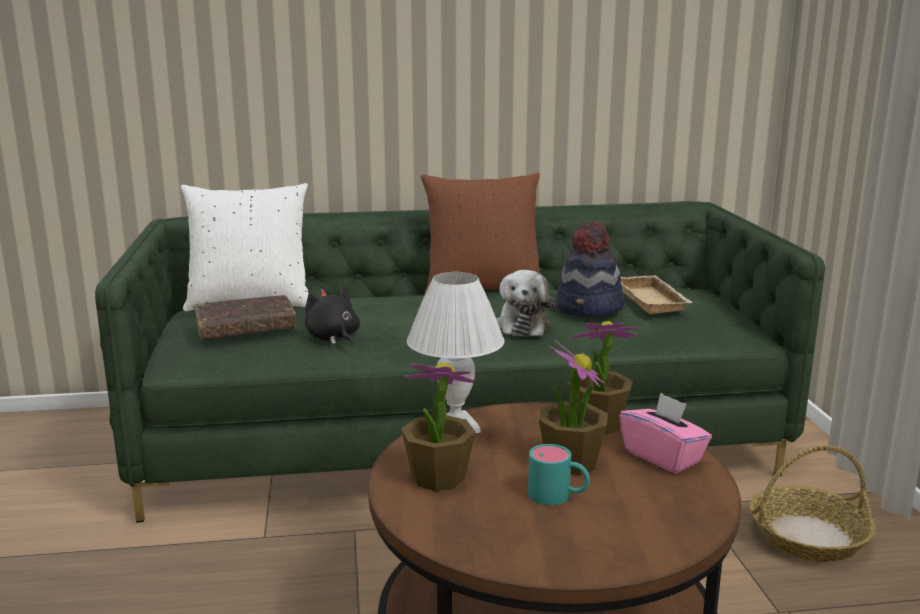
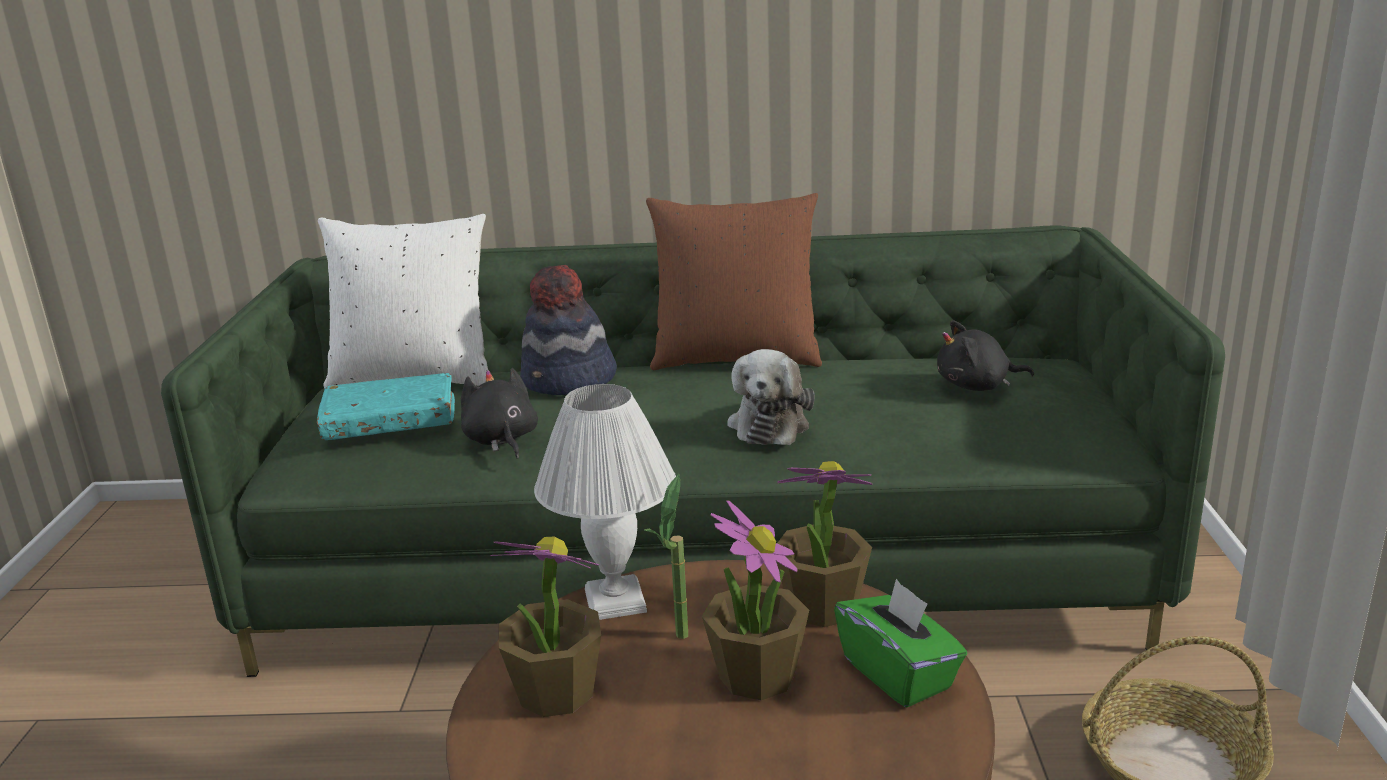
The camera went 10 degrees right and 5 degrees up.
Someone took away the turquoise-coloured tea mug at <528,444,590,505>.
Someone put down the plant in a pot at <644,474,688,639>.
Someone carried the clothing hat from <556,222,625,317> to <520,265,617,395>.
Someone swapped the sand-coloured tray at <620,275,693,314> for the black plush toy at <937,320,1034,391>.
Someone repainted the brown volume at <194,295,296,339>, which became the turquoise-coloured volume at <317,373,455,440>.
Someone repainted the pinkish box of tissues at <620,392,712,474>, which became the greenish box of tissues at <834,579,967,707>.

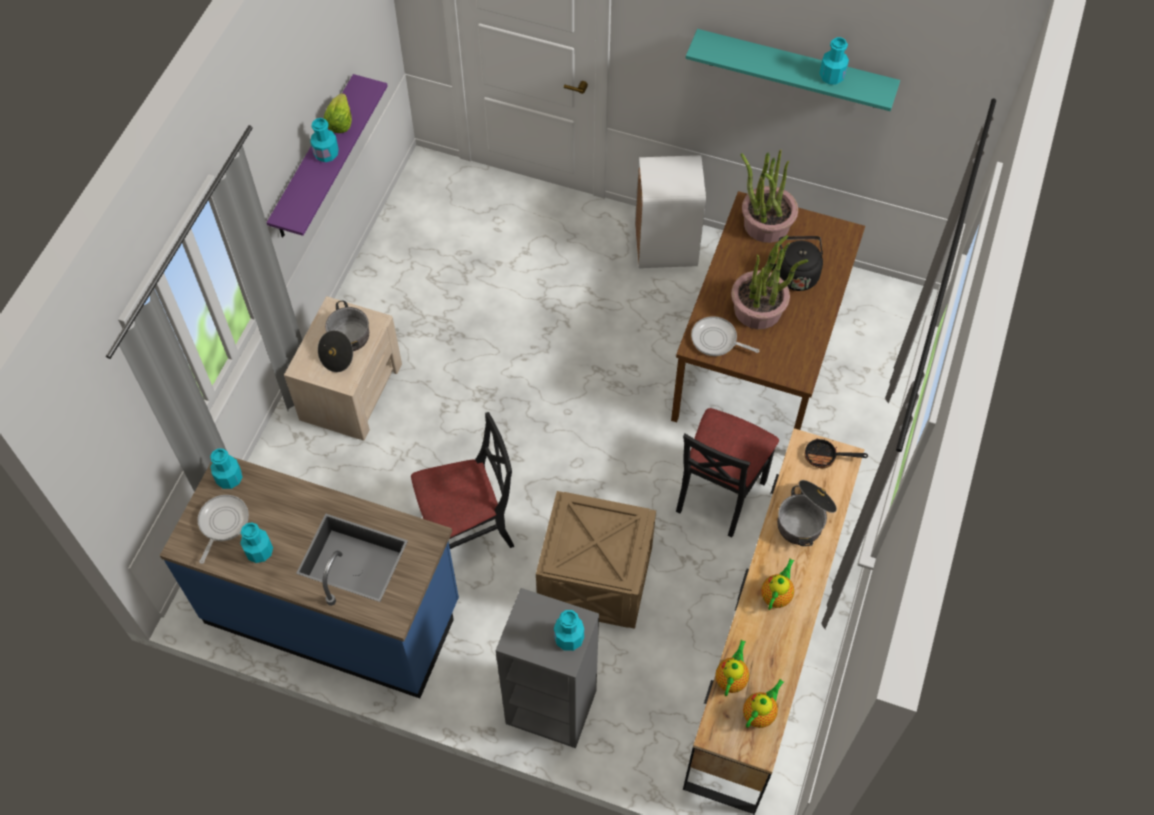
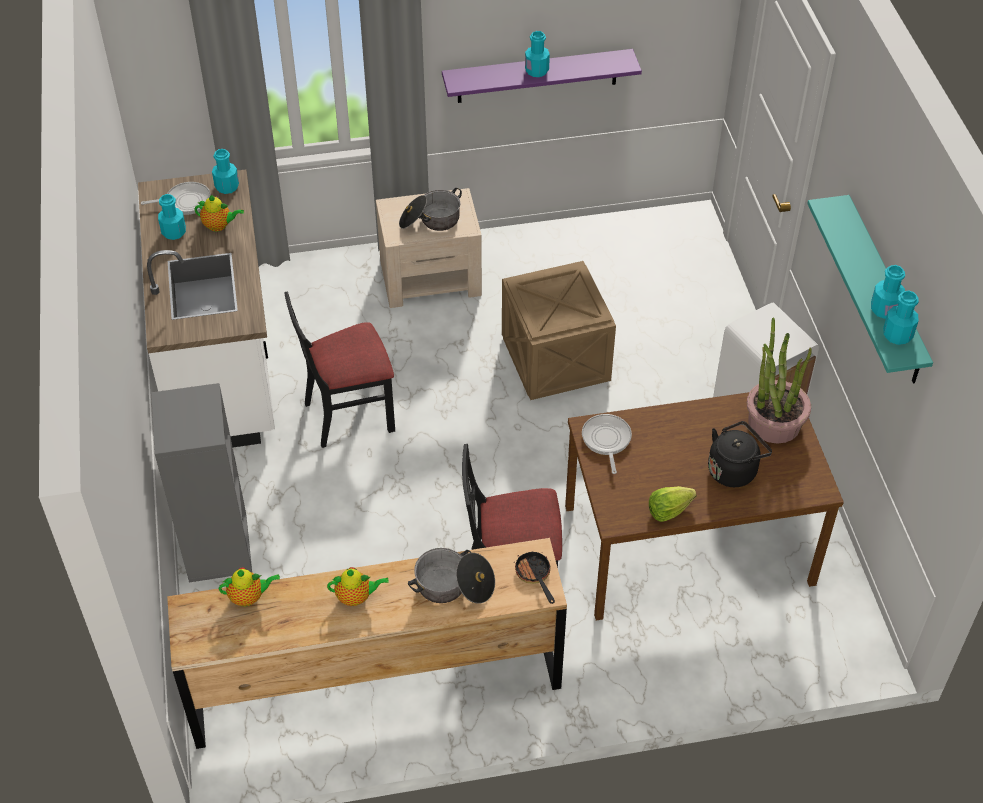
The camera went 60 degrees right and 10 degrees down.
Someone took away the plant in a pot at <731,235,809,329>.
Someone carried the lettuce from <324,93,352,133> to <649,486,696,522>.
Someone carried the packing crate from <536,491,656,629> to <502,261,616,400>.
Someone carried the turquoise-coloured bottle from <554,610,584,651> to <883,291,919,345>.
Someone carried the tea pot from <743,679,784,728> to <194,195,244,232>.
Someone repainted the blue-coloured counter at <160,457,459,698>, which became the white-coloured counter at <138,170,275,447>.
Someone rotated the black plain chair at <411,412,514,549> by 120 degrees clockwise.

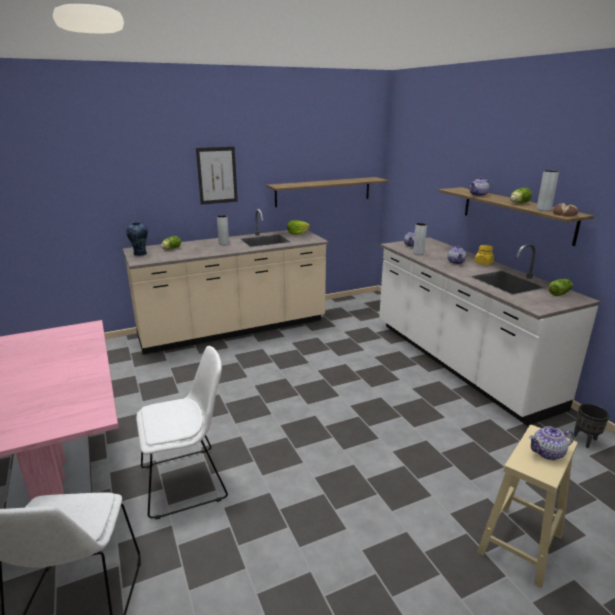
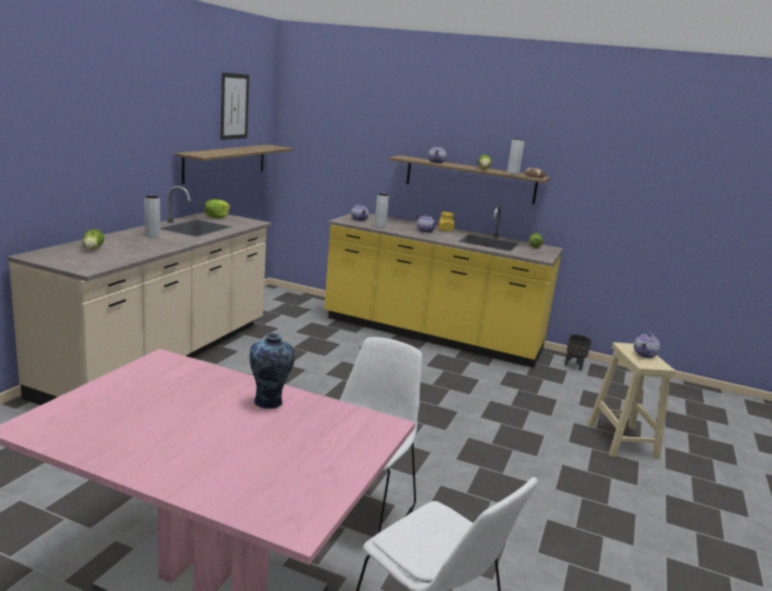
The camera went 45 degrees left and 5 degrees down.
Someone carried the flower vase from <126,221,148,256> to <250,333,294,408>.
Someone carried the wall art from <196,147,238,205> to <221,73,249,140>.
Someone repainted the white-coloured counter at <379,237,601,426>, which became the yellow counter at <324,205,564,368>.

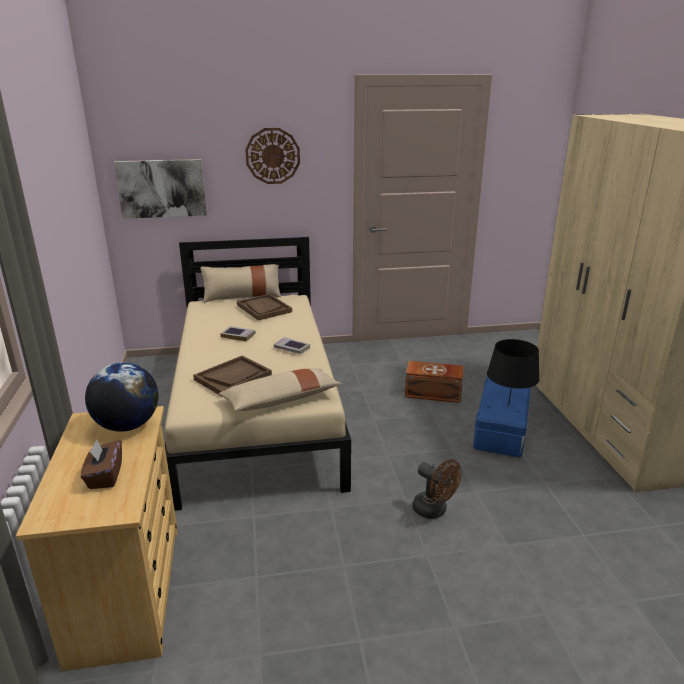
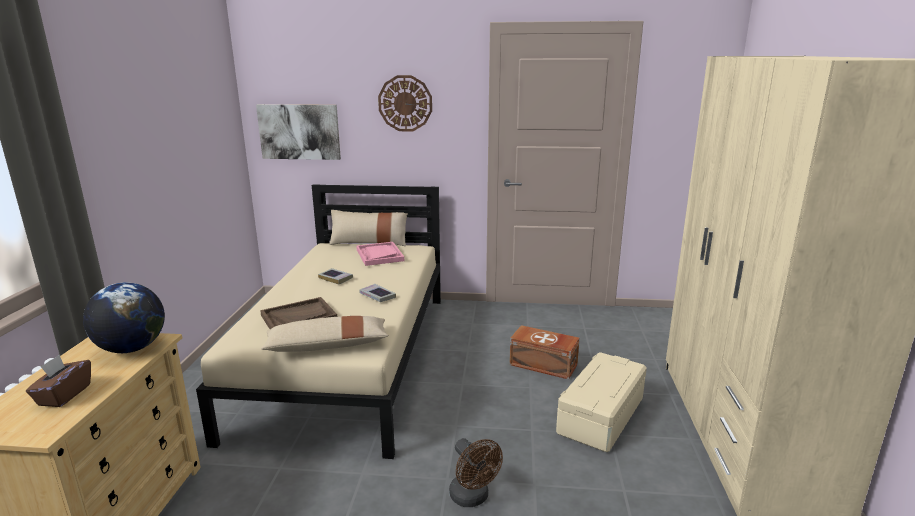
The camera went 15 degrees right and 5 degrees down.
Someone took away the black lamp for a table at <487,339,540,404>.
Someone repainted the brown tray at <237,294,292,320>, which became the pinkish tray at <356,242,404,266>.
Someone repainted the blue-coloured storage box at <473,377,531,457>, which became the sand-coloured storage box at <556,352,647,452>.

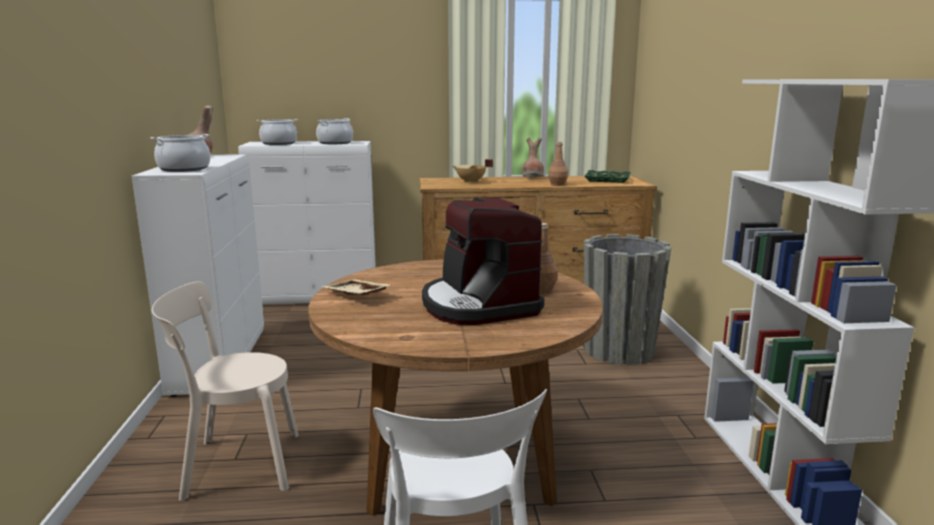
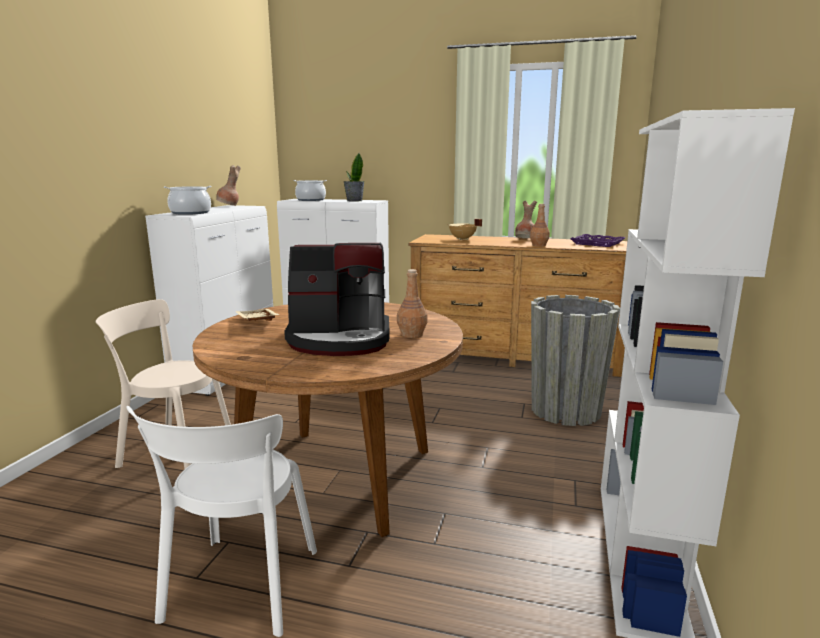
The camera went 20 degrees right and 0 degrees up.
Someone swapped the saucepot at <316,118,353,144> for the plant in a pot at <343,153,365,202>.
Someone repainted the greenish tray at <584,170,631,183>, which became the purple tray at <570,234,625,247>.
Someone rotated the coffee machine at <422,197,544,325> by 90 degrees counterclockwise.

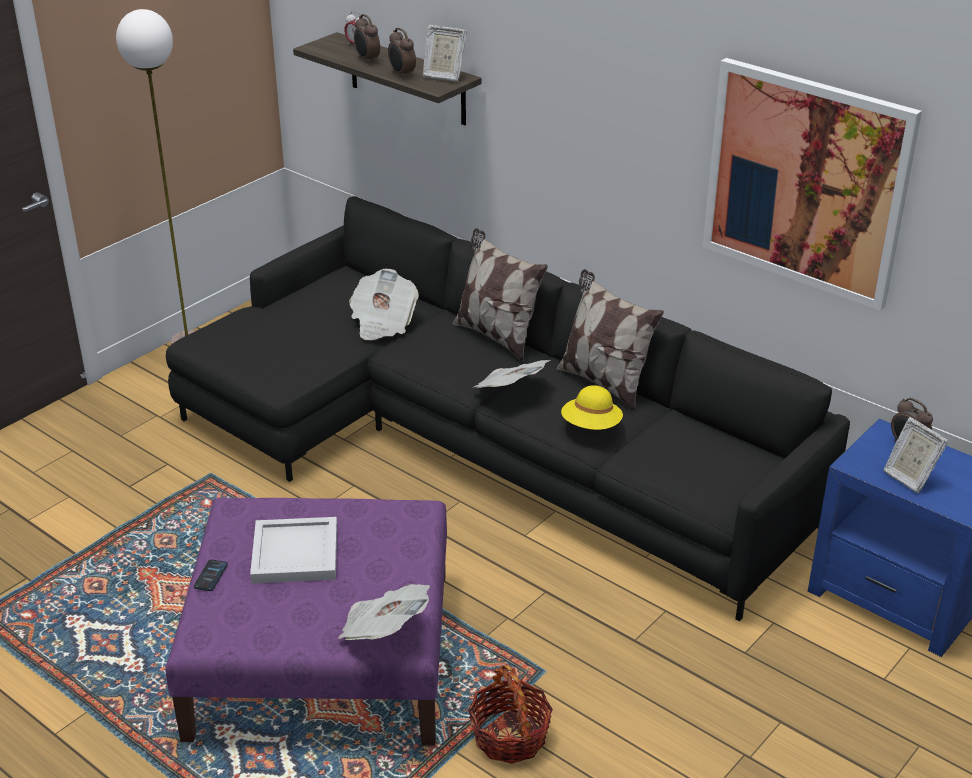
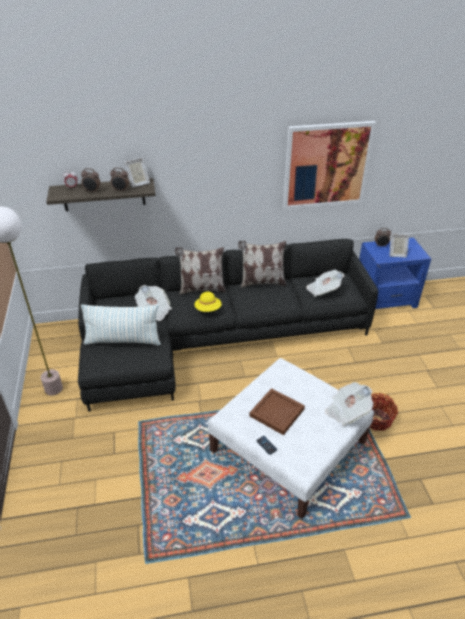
The camera went 50 degrees left and 5 degrees up.
Someone put down the pillow at <81,304,161,346>.
Someone carried the newspaper from <474,360,551,388> to <306,270,344,297>.
Someone carried the yellow clothing hat from <561,385,623,430> to <194,292,222,312>.
Someone repainted the purple pouffe at <165,498,447,745>, which became the white-coloured pouffe at <208,358,374,519>.
Someone repainted the white-coloured tray at <250,517,337,584>, which became the brown tray at <249,388,305,435>.

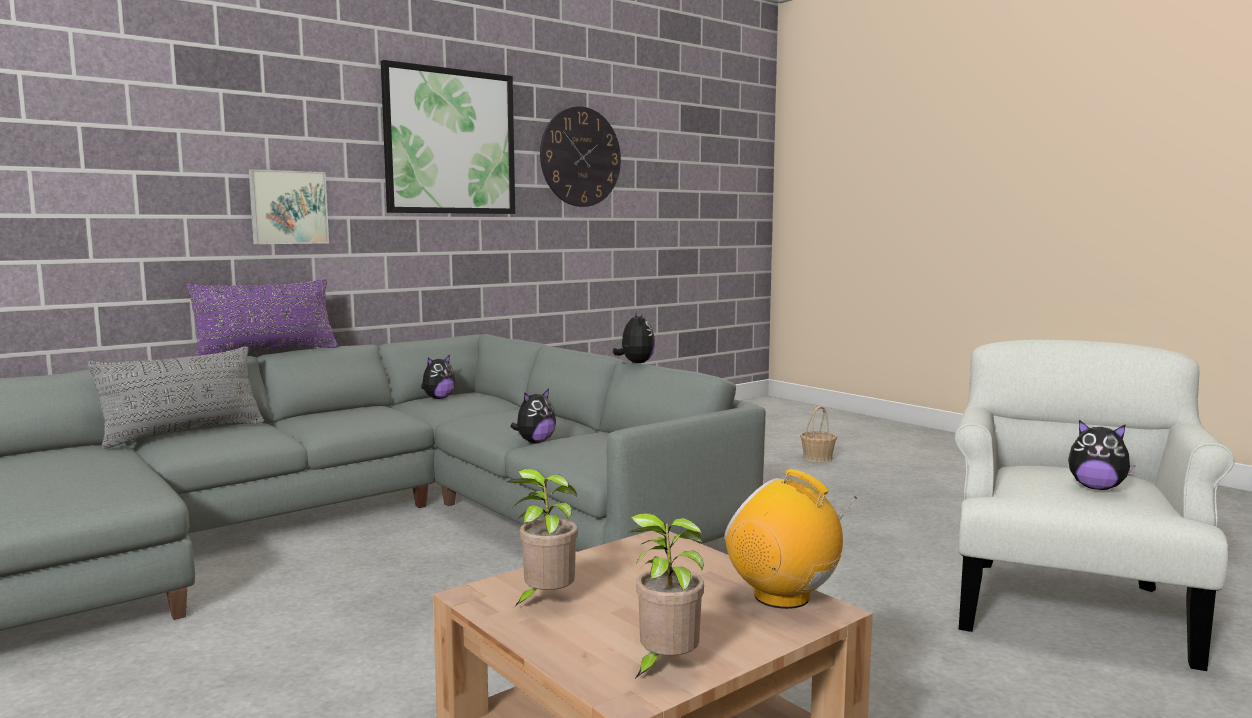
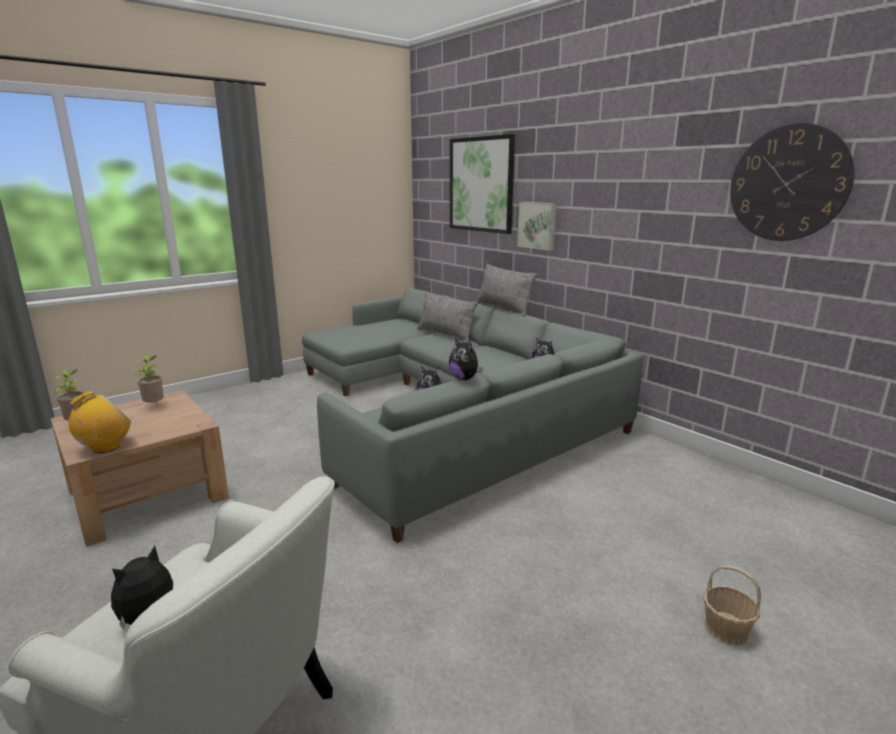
The camera went 90 degrees right and 10 degrees up.
Someone carried the wall art from <381,60,515,214> to <450,134,515,234>.
Someone repainted the purple pillow at <186,279,338,356>, which became the gray pillow at <475,264,538,316>.
Someone rotated the plush toy at <613,312,655,363> by 60 degrees clockwise.

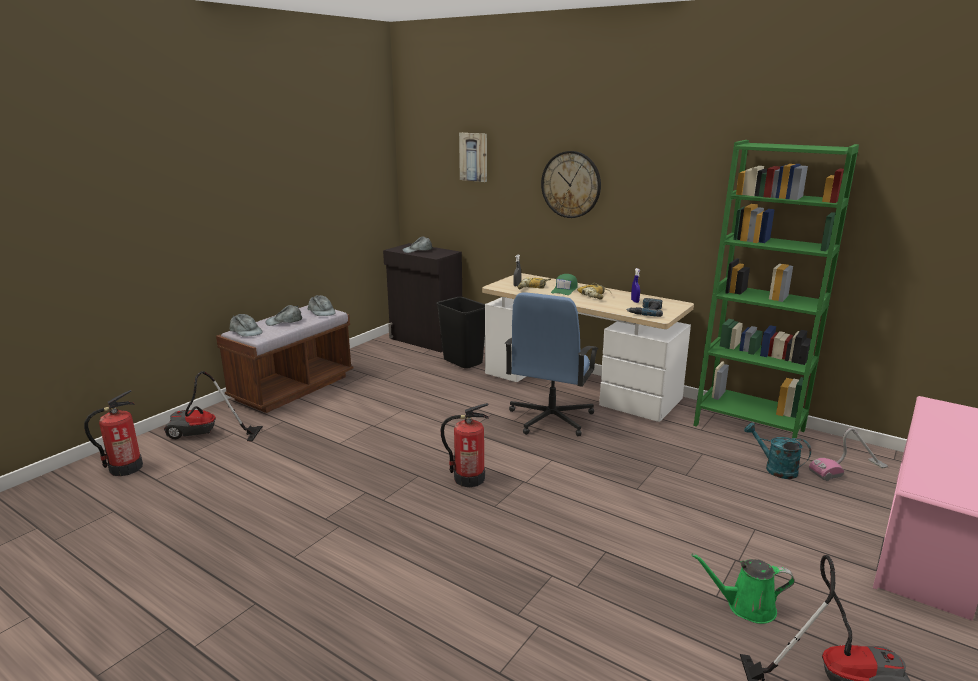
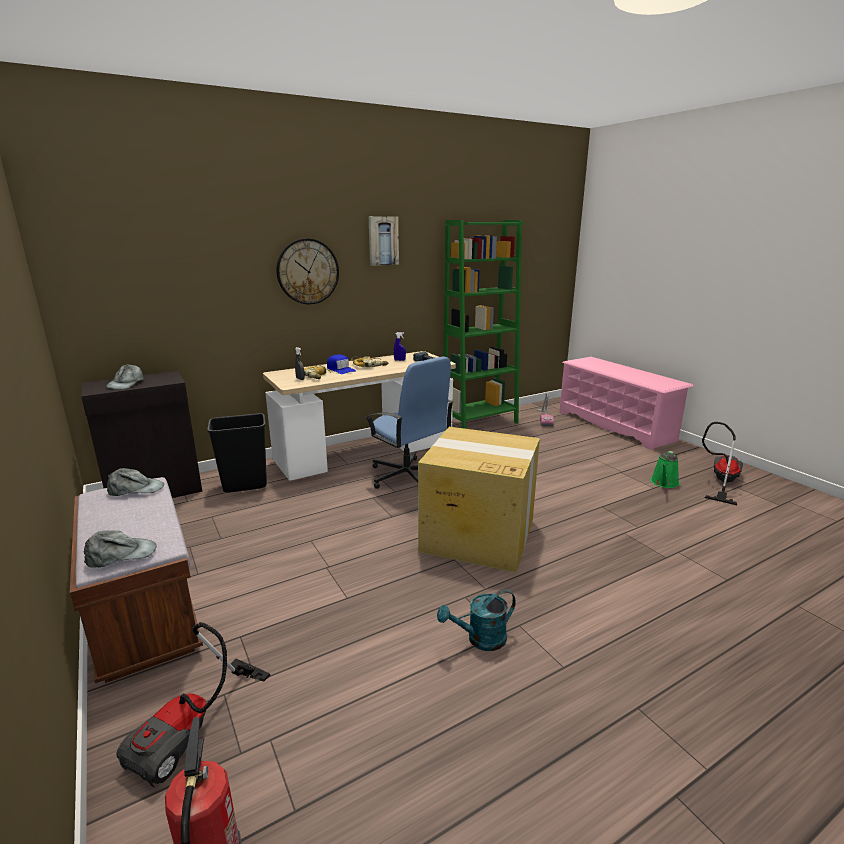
The camera went 65 degrees left and 0 degrees up.
Someone took away the gray peaked cap at <266,305,302,326>.
Someone carried the wall art from <459,133,487,182> to <368,216,399,266>.
Someone carried the turquoise-coloured watering can from <744,423,811,479> to <437,590,516,651>.
Someone swapped the extinguisher at <440,403,489,487> for the cardboard box at <418,427,540,572>.
Someone repainted the greenish peaked cap at <551,274,577,295>, which became the blue-coloured peaked cap at <327,355,356,374>.

